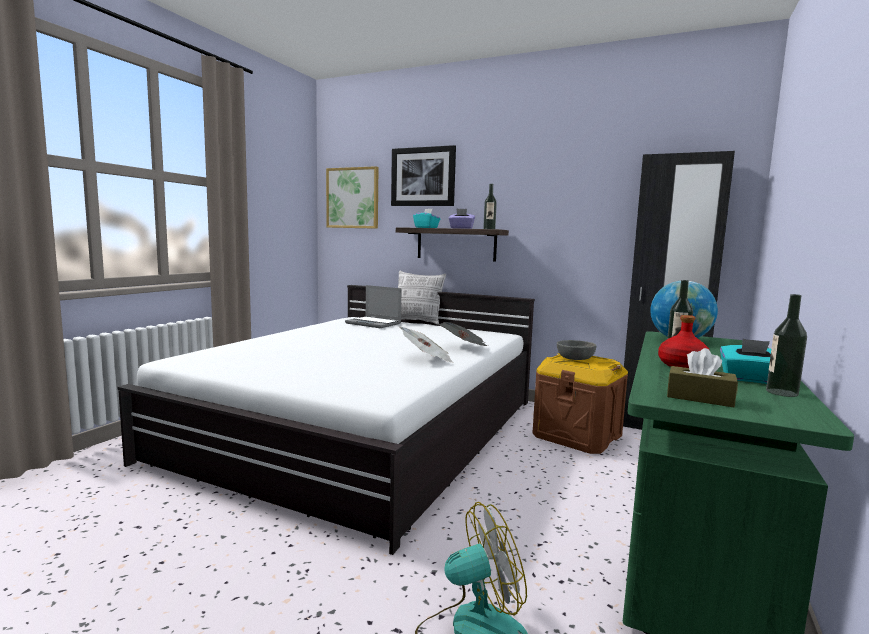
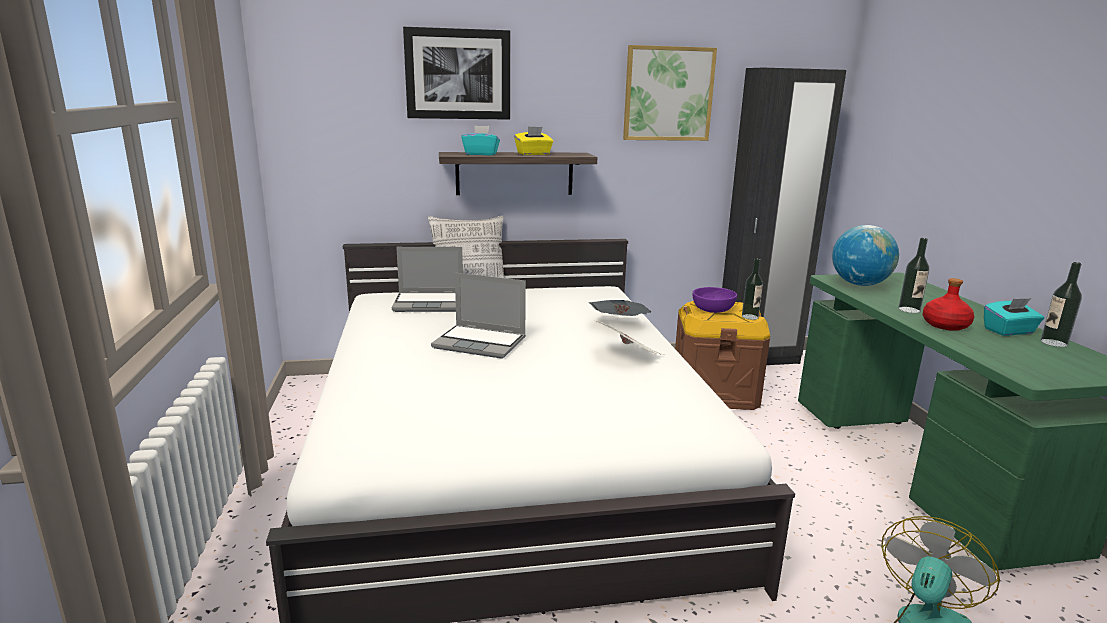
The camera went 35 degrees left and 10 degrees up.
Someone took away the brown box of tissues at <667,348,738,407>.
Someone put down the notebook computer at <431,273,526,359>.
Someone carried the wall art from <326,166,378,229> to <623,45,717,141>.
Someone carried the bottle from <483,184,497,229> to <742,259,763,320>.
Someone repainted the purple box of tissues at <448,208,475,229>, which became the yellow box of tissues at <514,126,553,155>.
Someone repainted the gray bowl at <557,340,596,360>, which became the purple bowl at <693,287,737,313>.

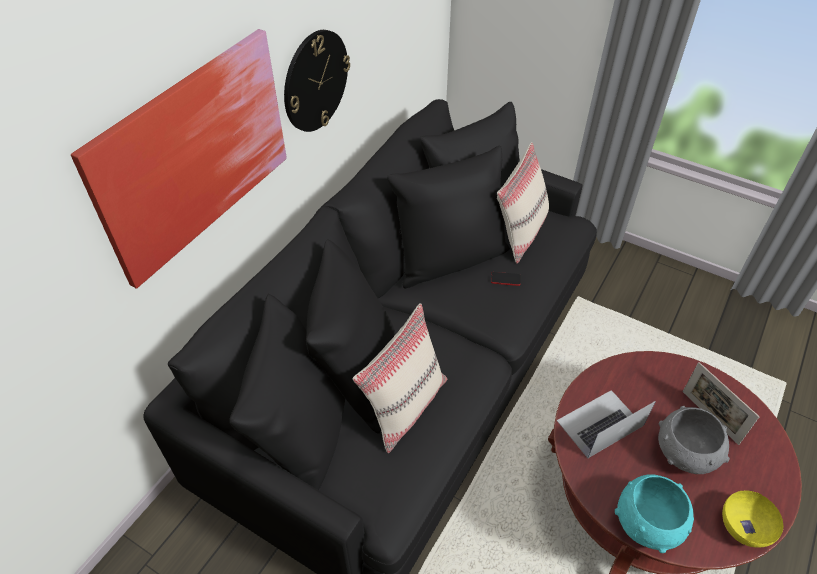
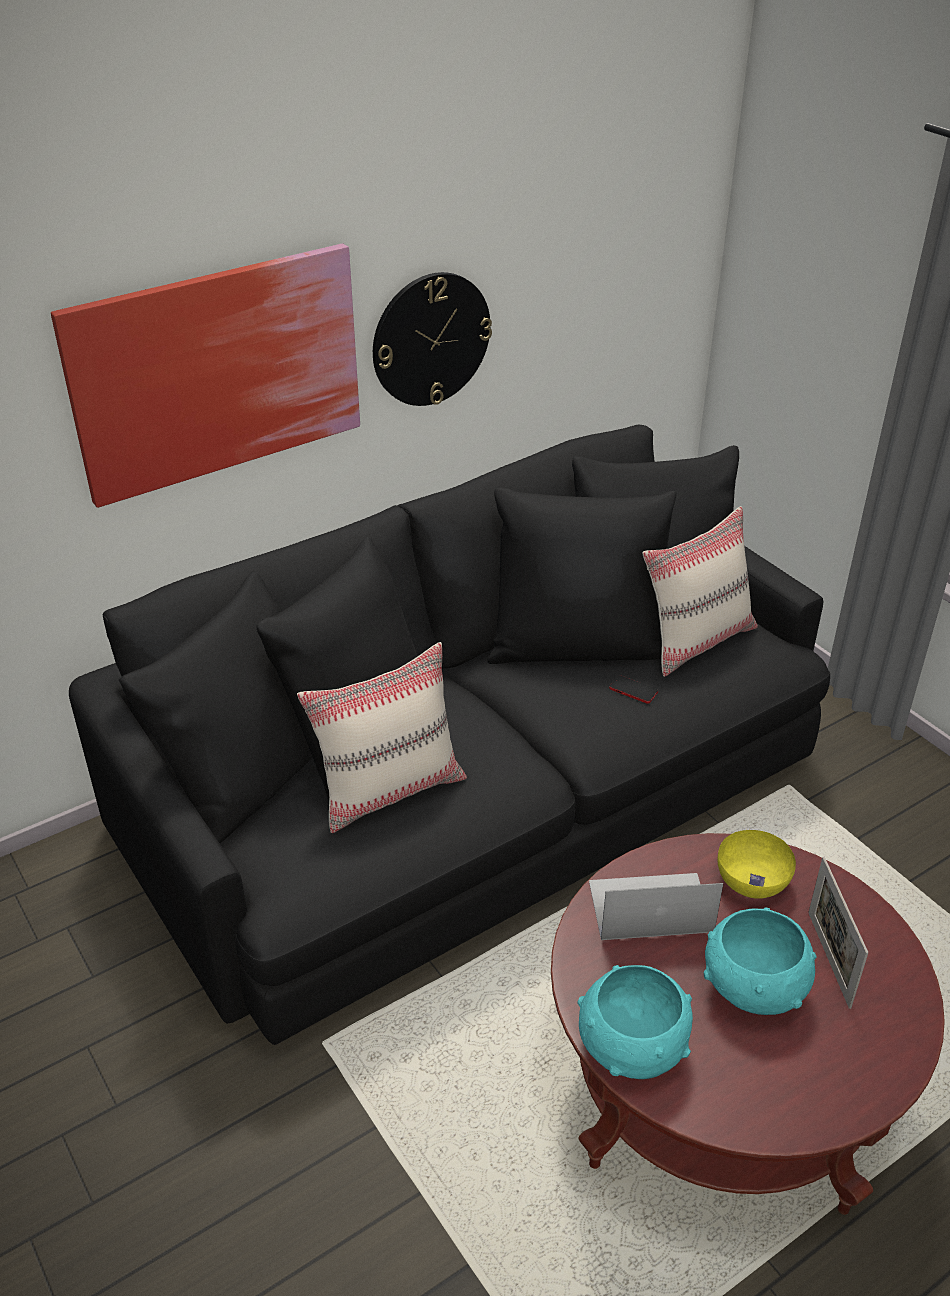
The camera went 25 degrees right and 10 degrees down.
Someone carried the yellow bowl from <722,490,783,548> to <718,830,796,899>.
Someone repainted the gray bowl at <658,406,730,474>, which became the turquoise-coloured bowl at <704,908,817,1015>.

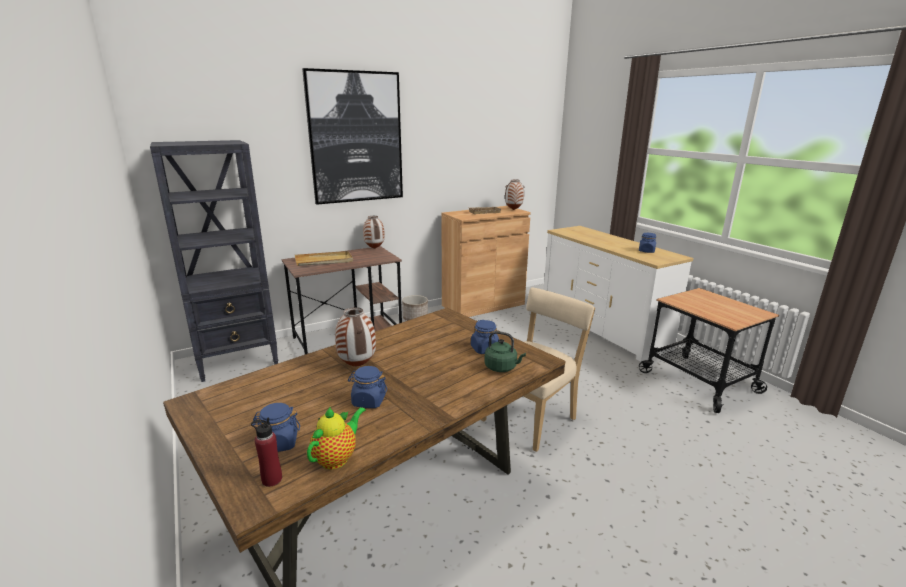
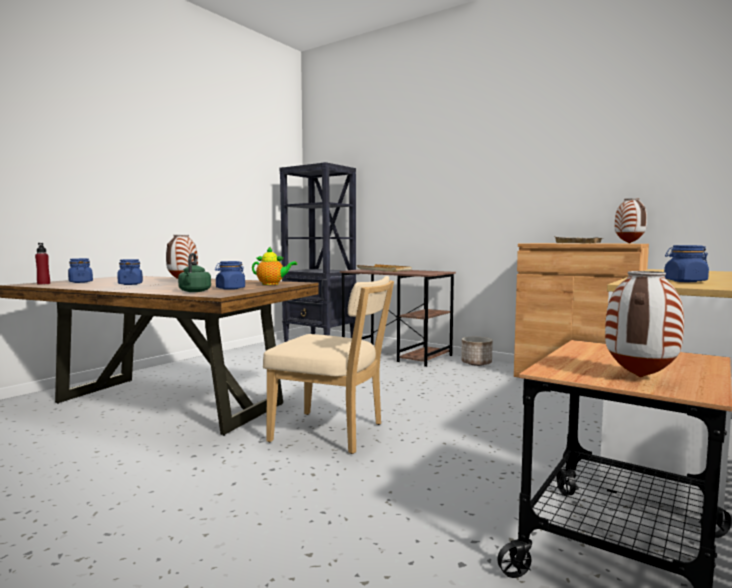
The camera went 65 degrees right and 15 degrees down.
Someone took away the wall art at <302,68,403,205>.
Someone carried the tea pot from <307,407,366,469> to <252,246,297,285>.
Someone carried the flower vase from <363,216,385,249> to <605,271,684,377>.

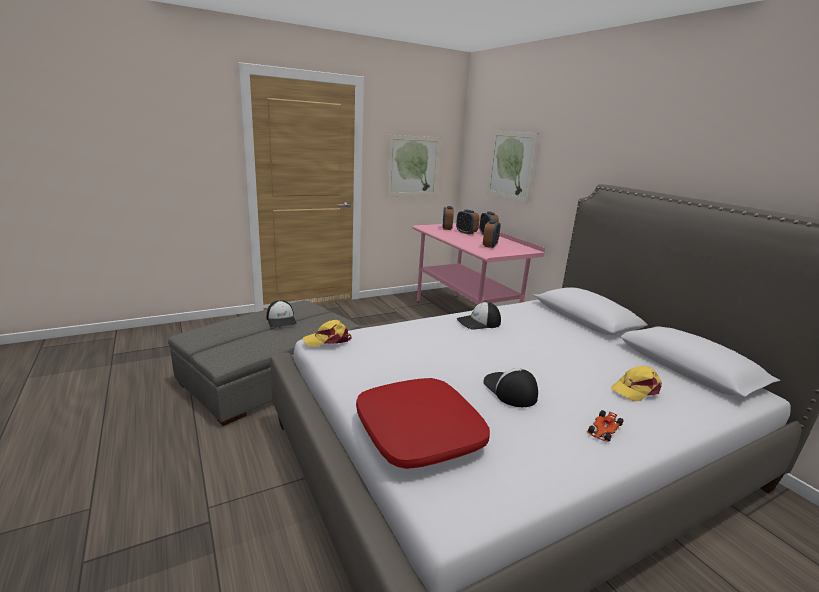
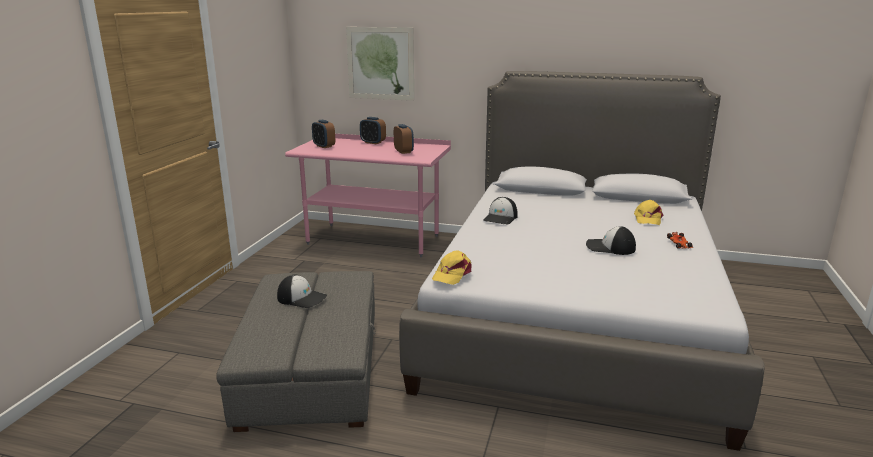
The camera went 45 degrees left and 0 degrees up.
Someone took away the reddish pillow at <356,378,490,469>.
Someone took away the wall art at <387,135,441,197>.
Someone took away the alarm clock at <456,210,479,235>.

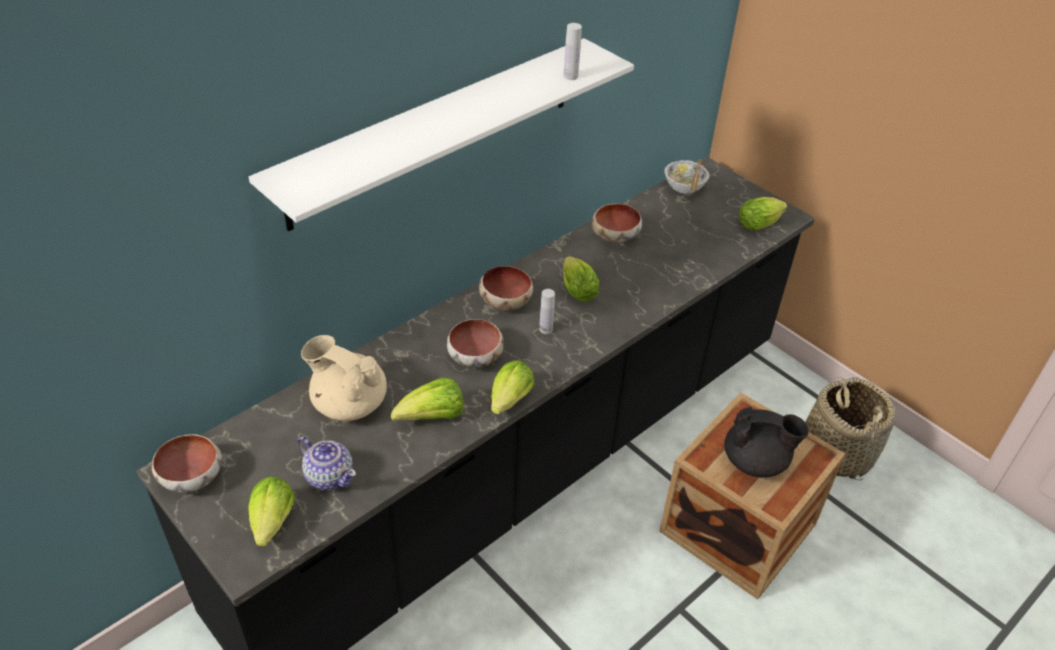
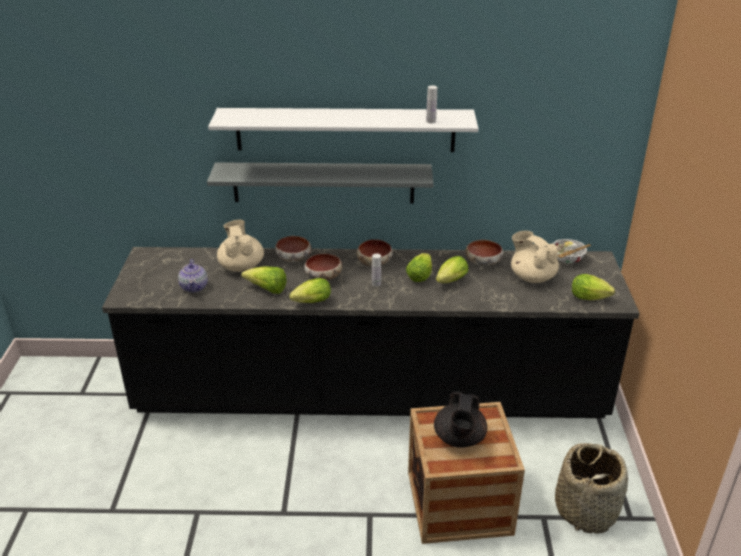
The camera went 45 degrees right and 10 degrees down.
Someone put up the gray bracket shelf at <207,162,434,203>.
Someone put down the sand-coloured tea pot at <511,231,559,283>.
Someone carried the bowl from <152,434,222,493> to <275,236,311,262>.
Someone carried the lettuce from <248,477,295,547> to <436,256,468,283>.
Someone rotated the black tea pot at <724,407,809,478> by 45 degrees clockwise.

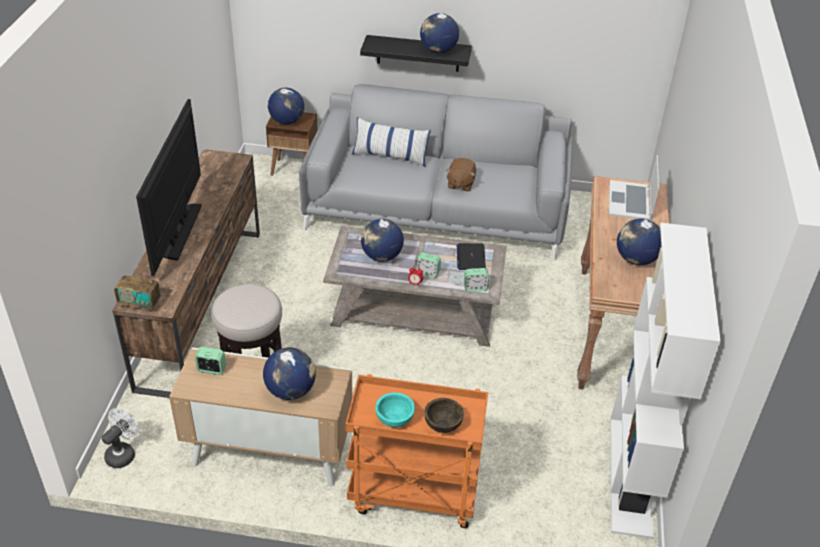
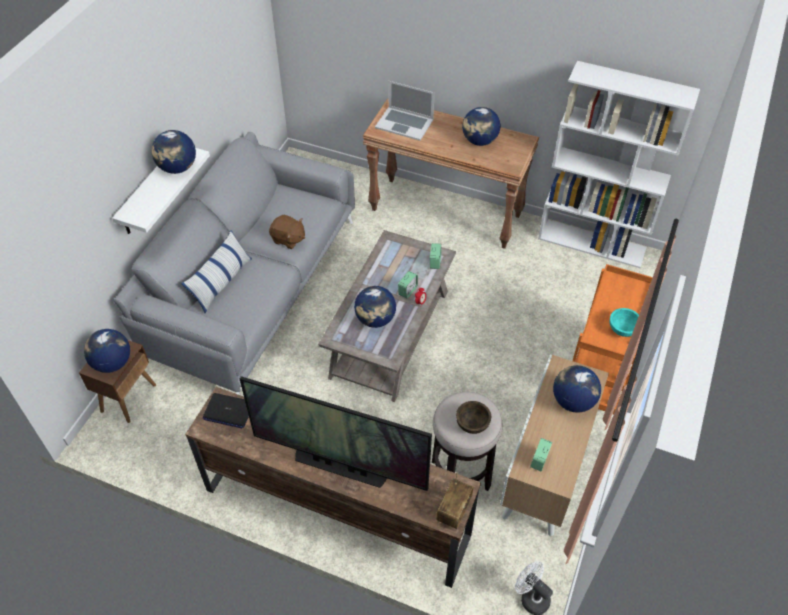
The camera went 75 degrees left and 10 degrees up.
Someone carried the brown bowl from <424,398,464,433> to <456,401,491,434>.
Someone carried the notebook computer from <457,243,486,270> to <203,393,249,428>.
Someone repainted the black bracket shelf at <360,35,472,72>, which became the white-coloured bracket shelf at <112,148,210,234>.

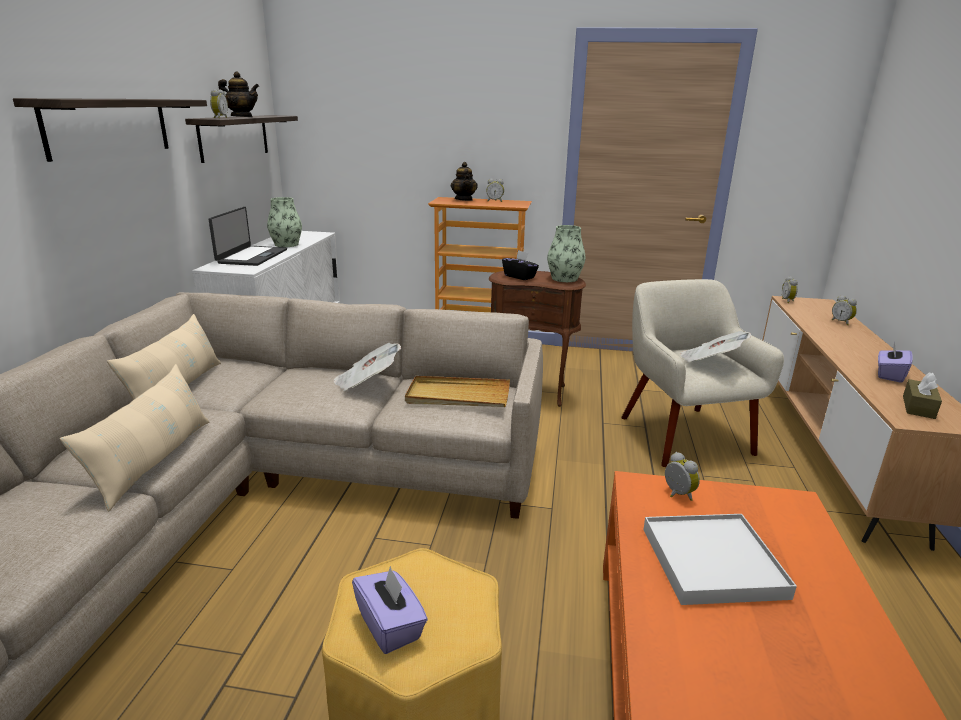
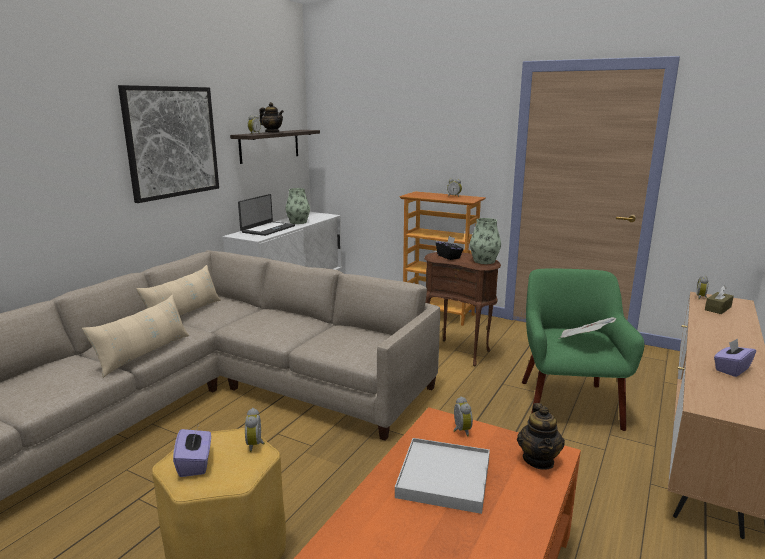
The camera went 20 degrees right and 5 degrees down.
Someone took away the newspaper at <333,343,401,391>.
Someone took away the sand-coloured tray at <405,376,510,407>.
Someone carried the tea pot from <451,162,478,201> to <517,403,565,470>.
Someone carried the alarm clock from <832,295,857,325> to <245,408,265,452>.
Someone carried the brown box of tissues from <903,372,942,419> to <705,286,734,314>.
Someone swapped the bracket shelf at <13,98,207,162> for the wall art at <118,85,219,203>.
Someone repainted the sand-coloured armchair at <621,279,784,467>, which became the greenish armchair at <522,269,645,431>.

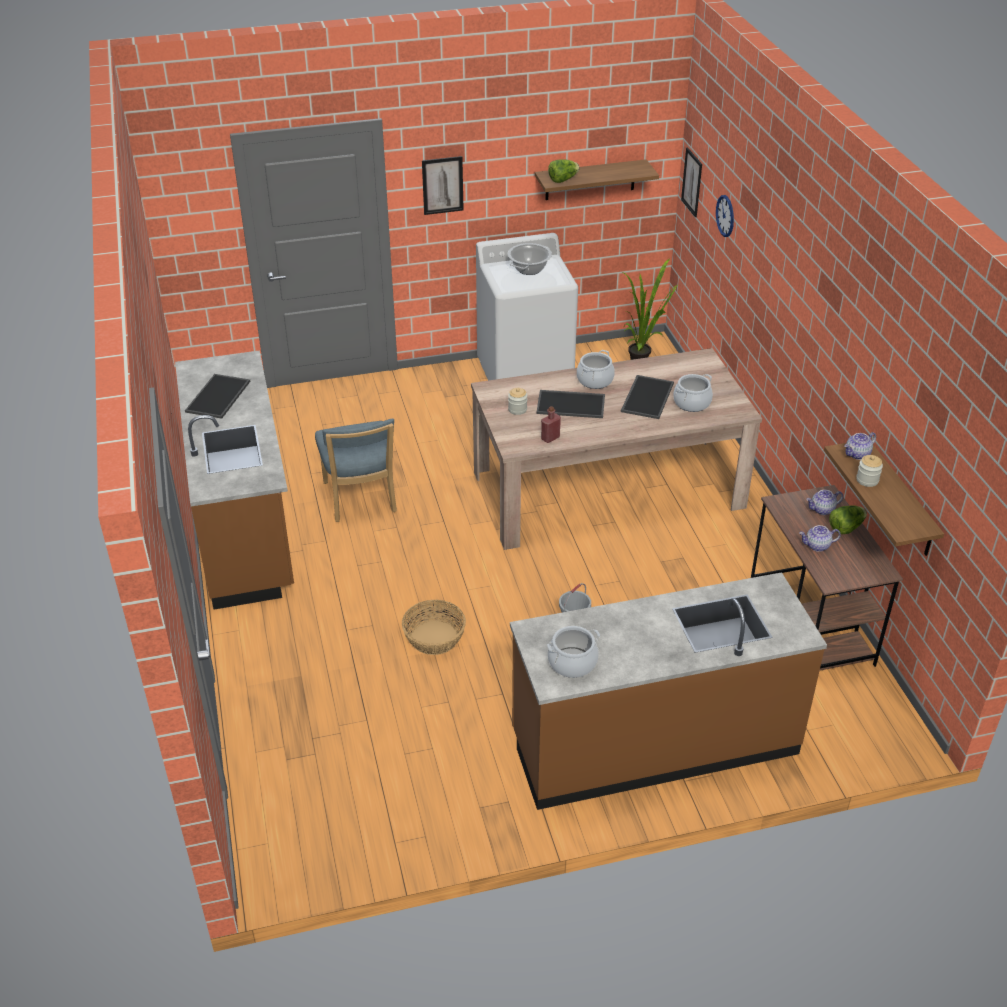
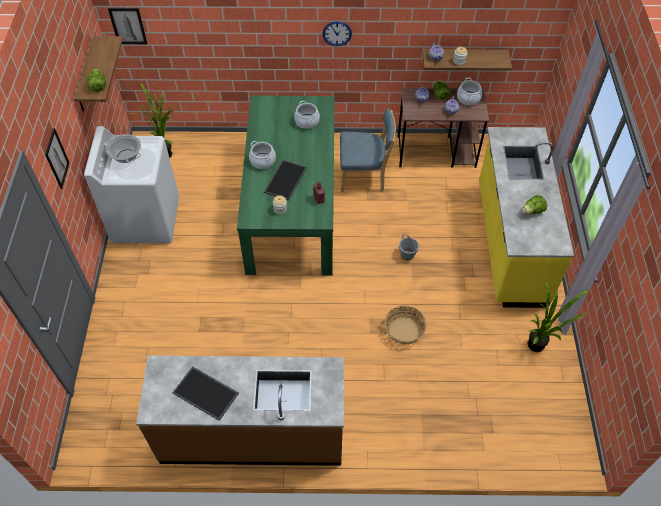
The camera went 75 degrees left and 15 degrees up.
Someone took away the tray at <621,375,674,419>.
Someone put down the lettuce at <522,195,547,215>.
Someone put down the plant in a pot at <528,280,589,352>.
Someone carried the blue-coloured plain chair from <315,419,397,522> to <340,108,396,192>.
Someone carried the saucepot from <547,626,600,678> to <457,78,482,106>.
Someone carried the clock on the wall from <716,195,734,237> to <323,21,352,46>.
Someone repainted the sand-coloured kitchen table at <471,348,762,550>, which became the greenish kitchen table at <237,95,334,276>.
Someone repainted the brown counter at <510,572,827,810>, which became the yellow counter at <479,127,574,308>.

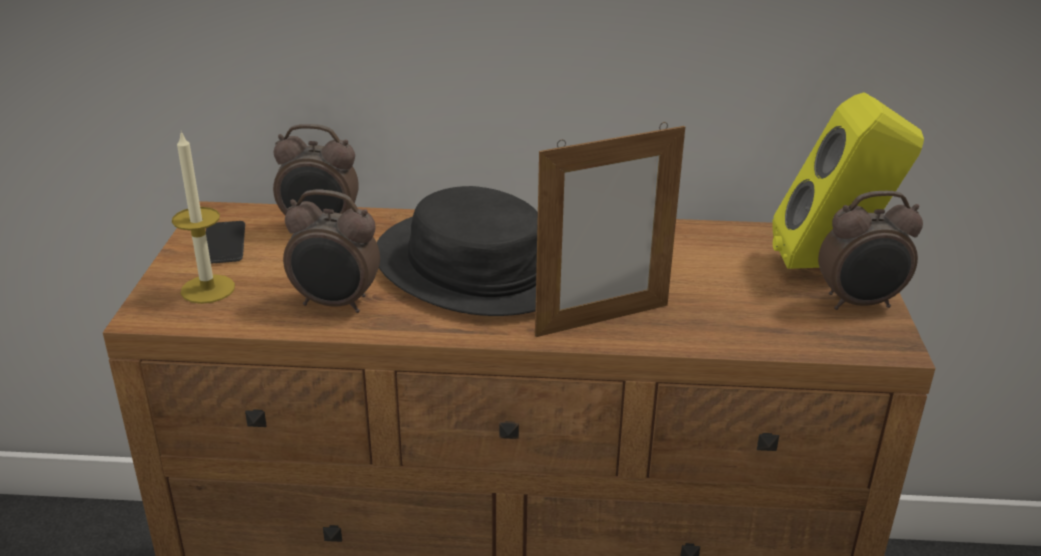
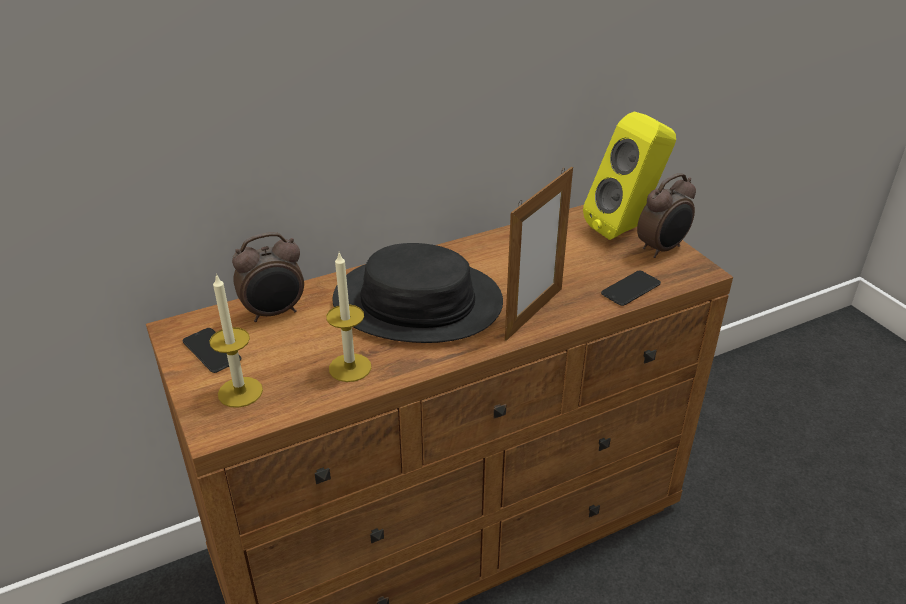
The camera went 30 degrees left and 5 degrees up.
Someone put down the telephone at <601,270,661,306>.
Someone swapped the alarm clock at <283,189,380,313> for the candle at <326,253,371,382>.

